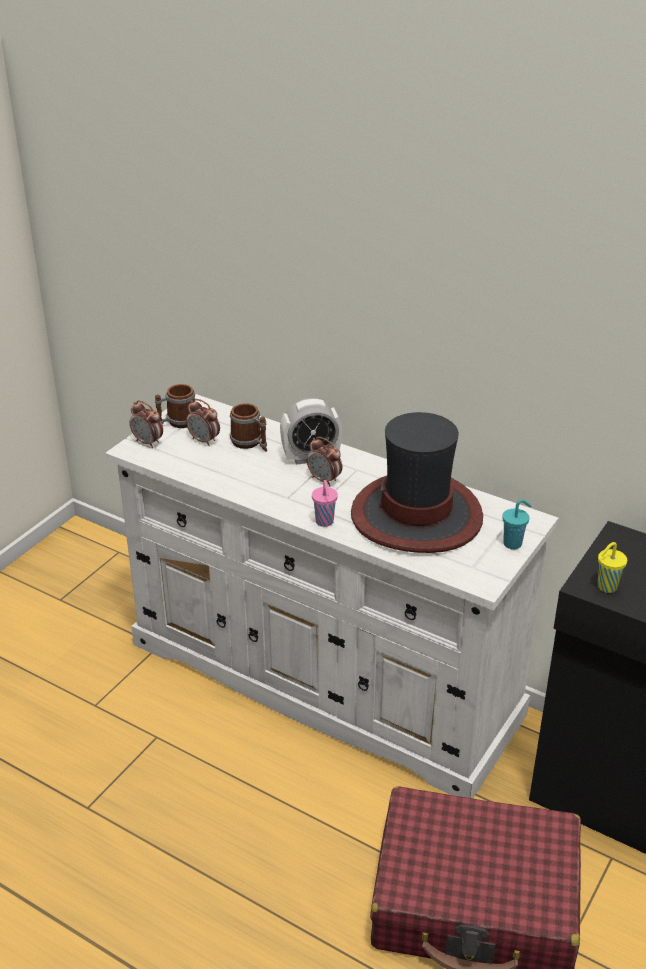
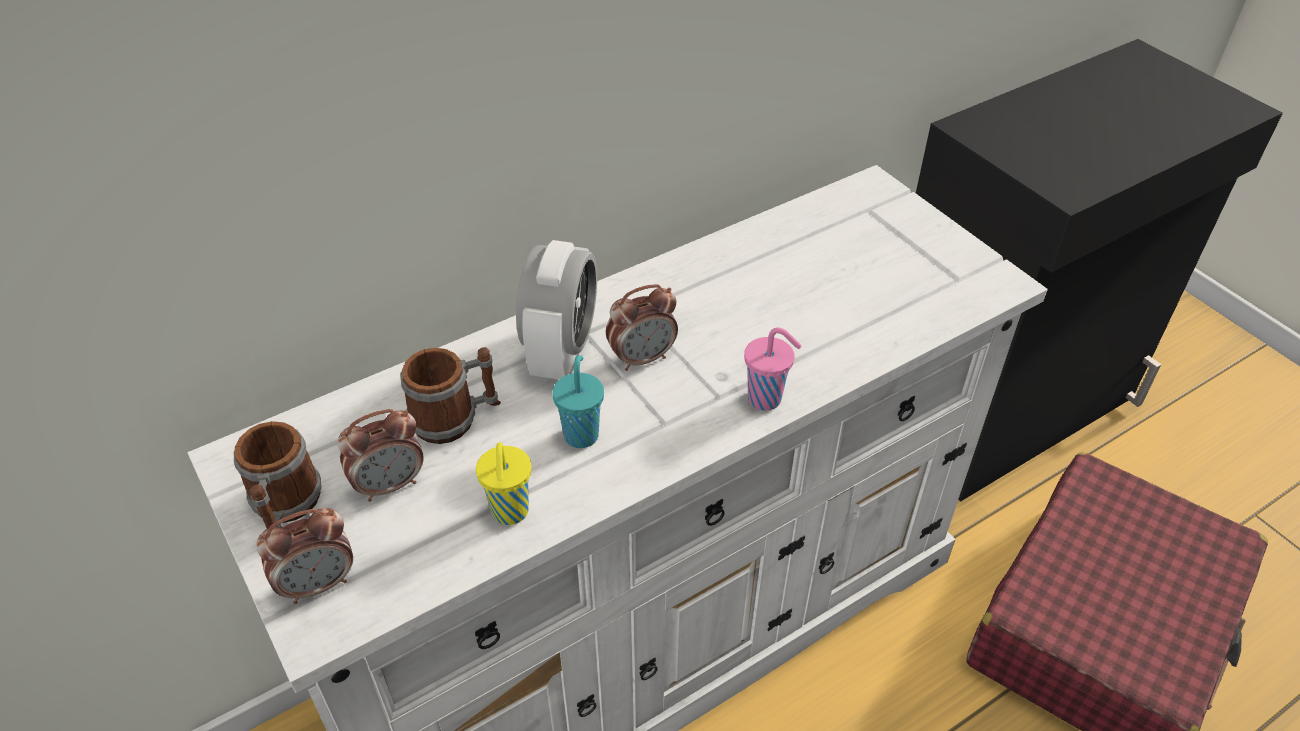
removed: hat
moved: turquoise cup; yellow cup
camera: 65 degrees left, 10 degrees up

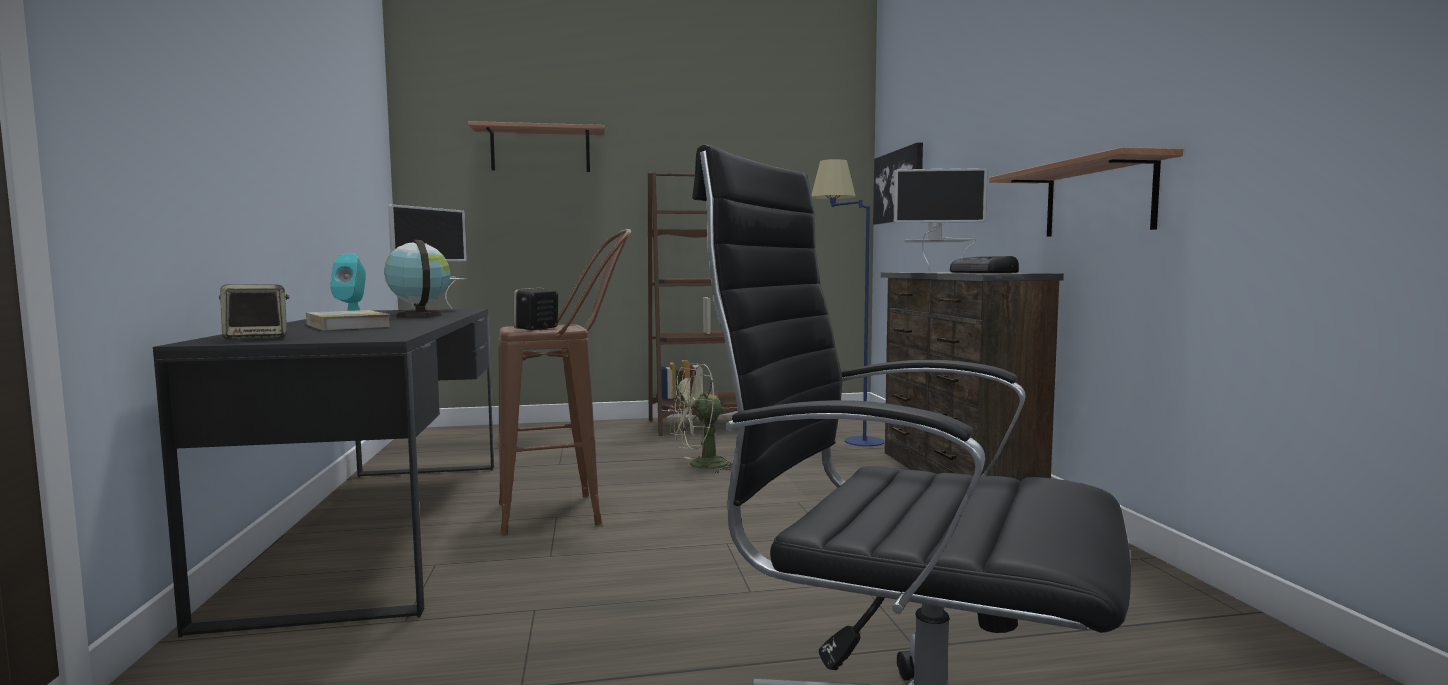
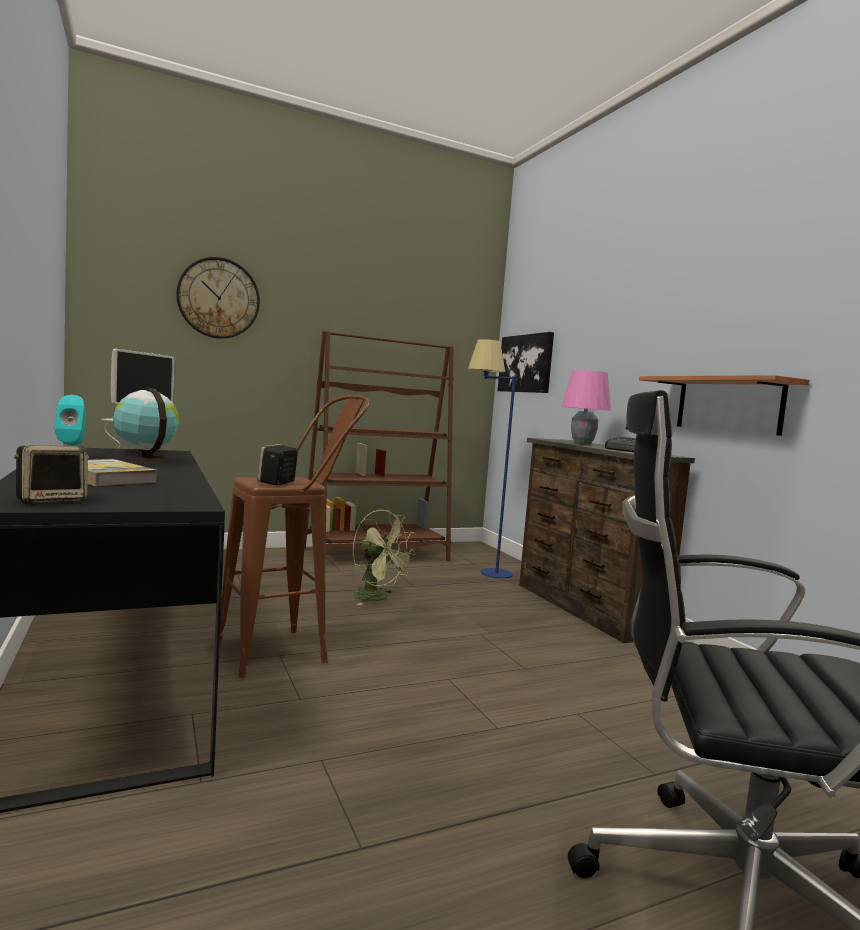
replaced: shelf (1st from left) to wall clock; monitor (2nd from left) to pink table lamp
turned: green fan 105 degrees counterclockwise
camera: 15 degrees left, 0 degrees up

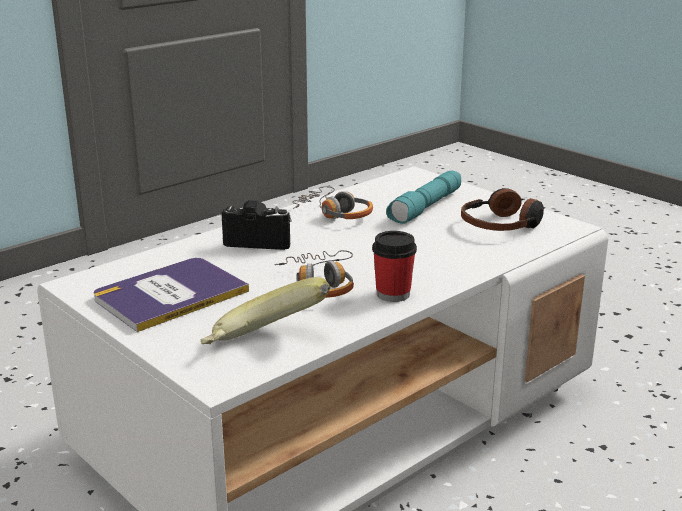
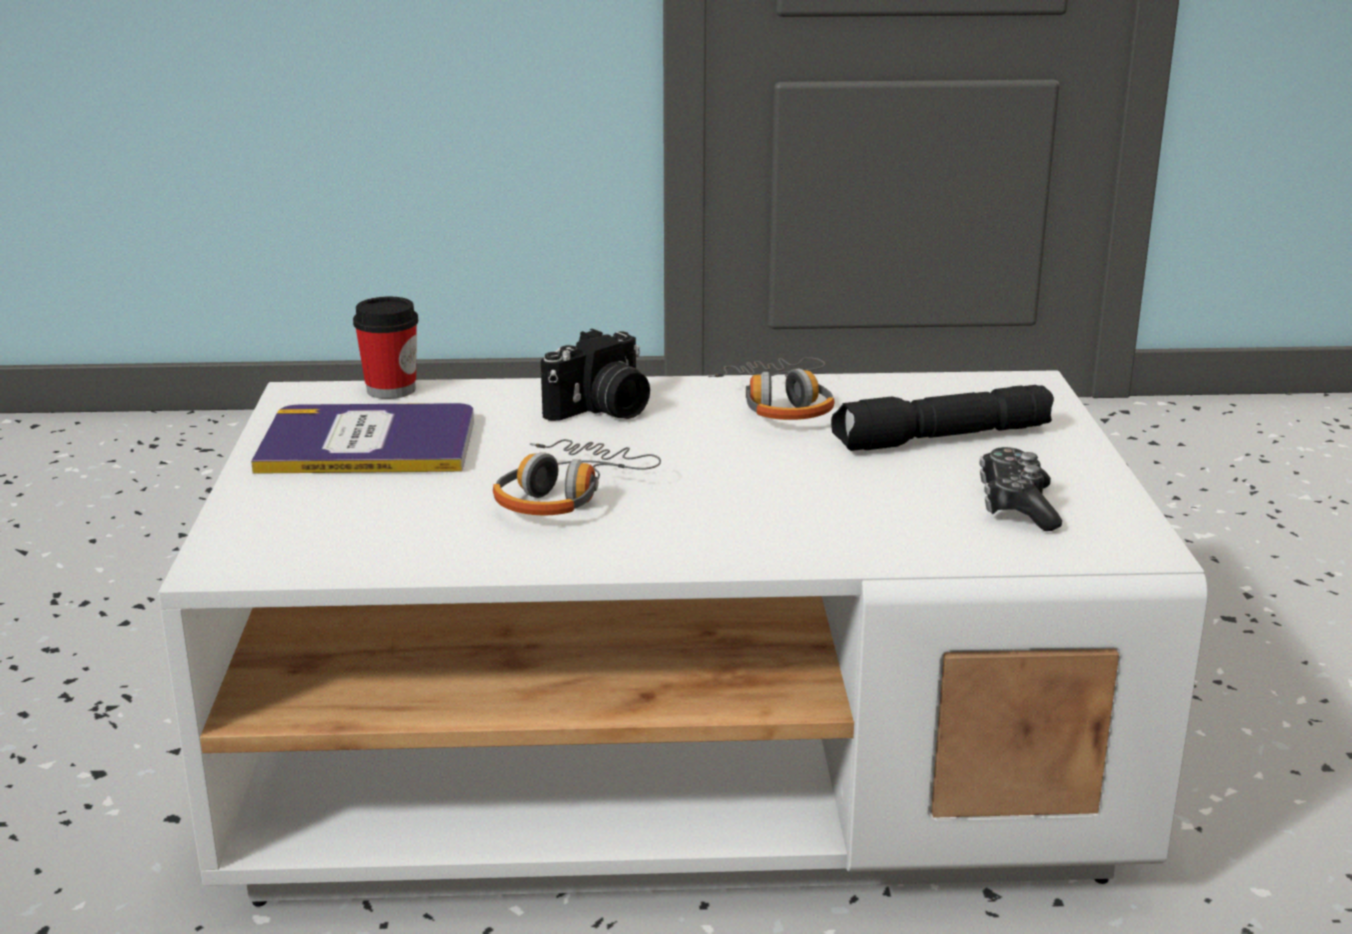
removed: banana
moved: cup
replaced: headphones (3rd from left) to game controller
recoloured: turquoise flashlight to black flashlight
turned: photo camera 90 degrees clockwise
camera: 40 degrees right, 0 degrees up

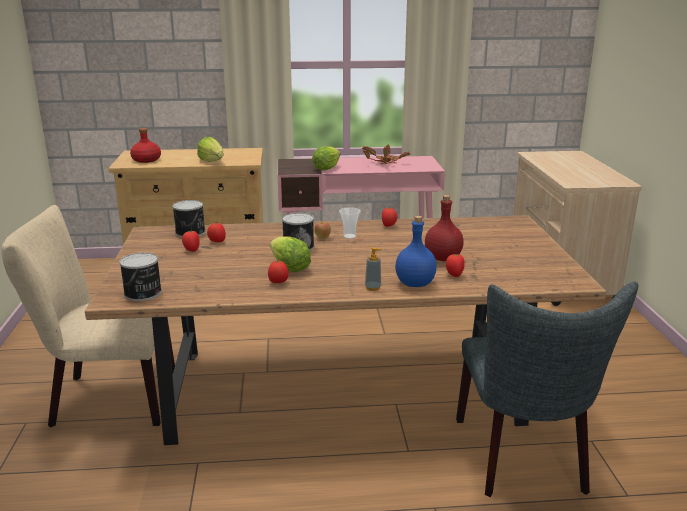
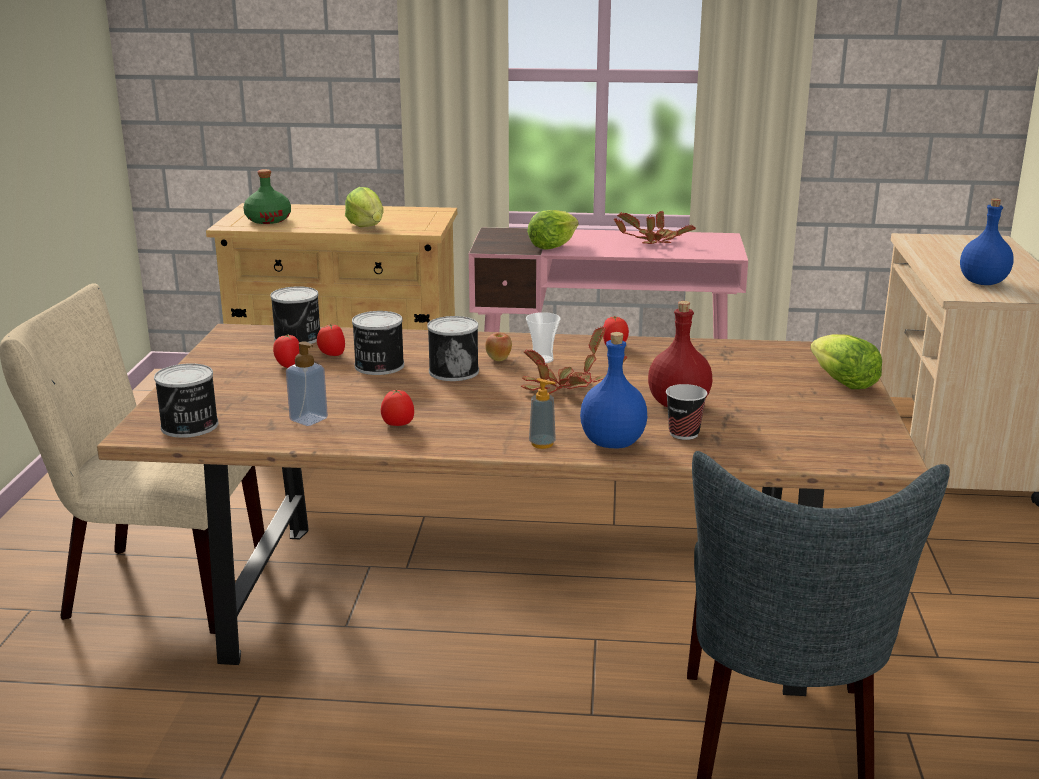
added: soap dispenser (1st from left); can (3rd from left); potted plant (1st from left); blue bottle (2nd from left)
moved: lettuce (2nd from left in the first image) to lettuce (3rd from left)
replaced: tomato (5th from left) to cup (2nd from left)
recoloured: red bottle (1st from left) to green bottle
camera: 10 degrees right, 0 degrees up

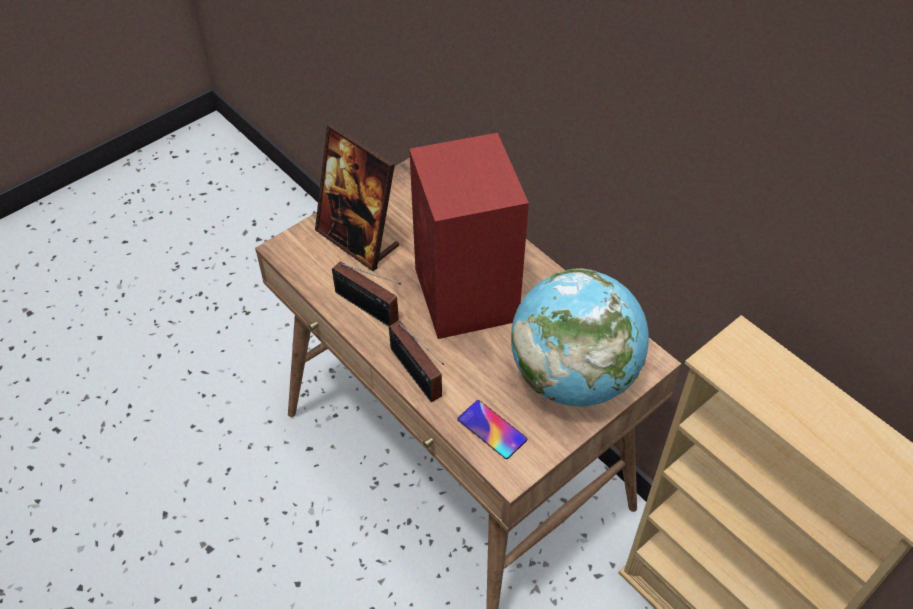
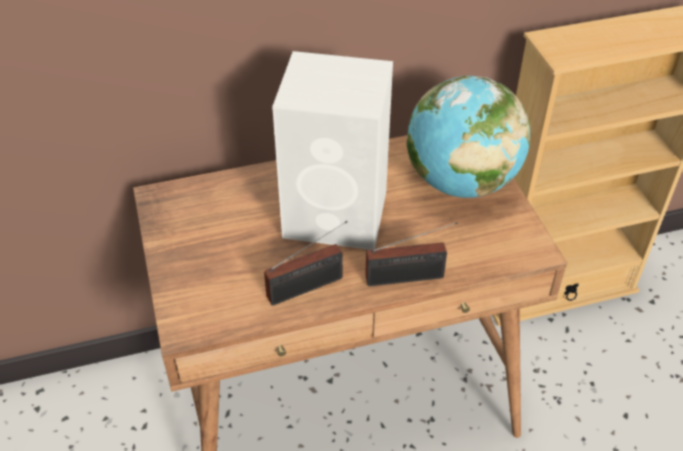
removed: picture frame; phone
recoloured: red speaker to white speaker
camera: 65 degrees left, 5 degrees down

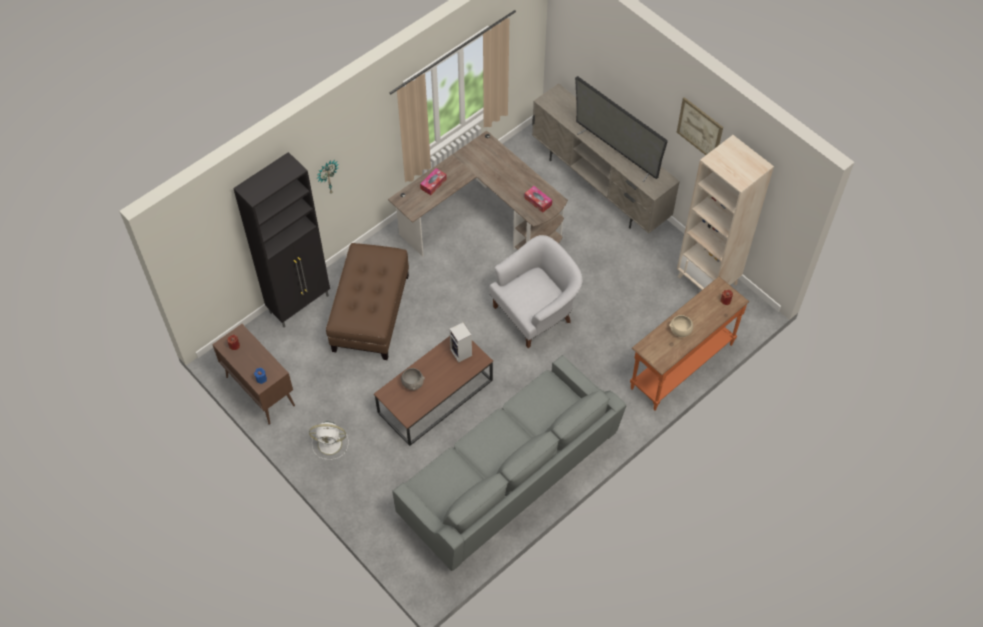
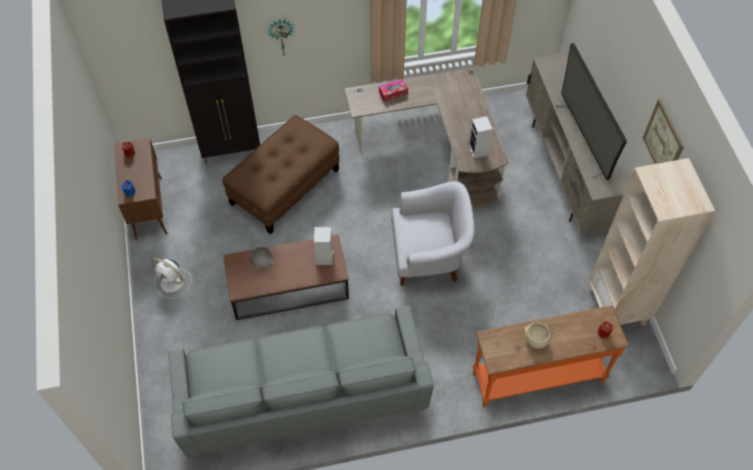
replaced: tissue box (2nd from left) to speaker (2nd from left)
camera: 30 degrees right, 0 degrees up

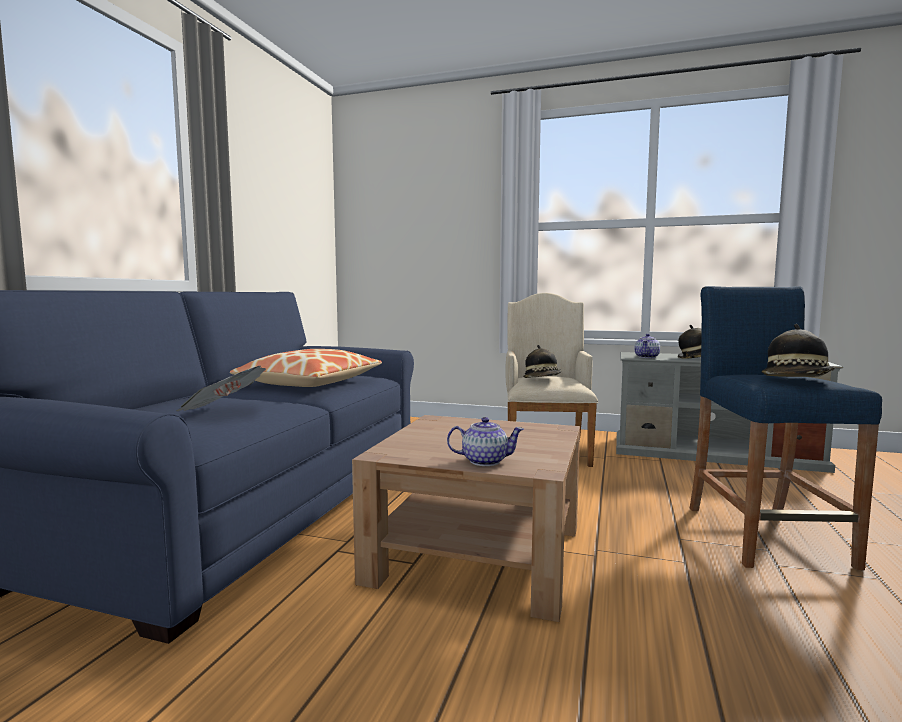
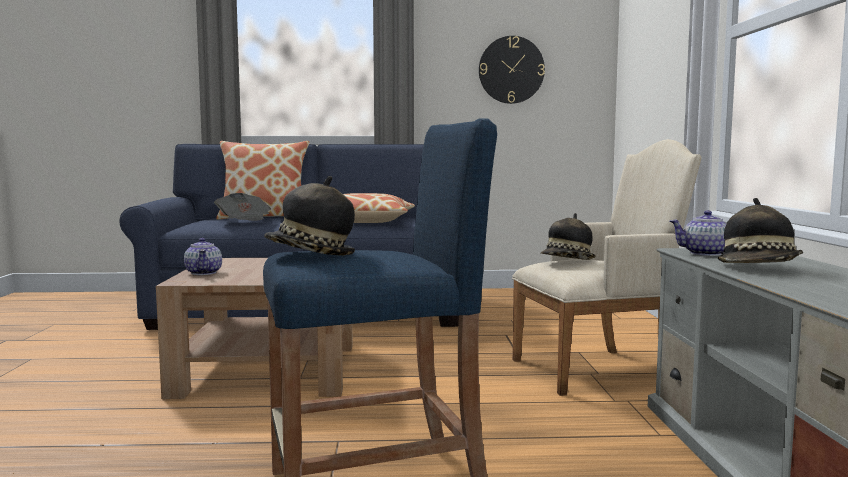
added: pillow (1st from left); wall clock
camera: 70 degrees right, 0 degrees up

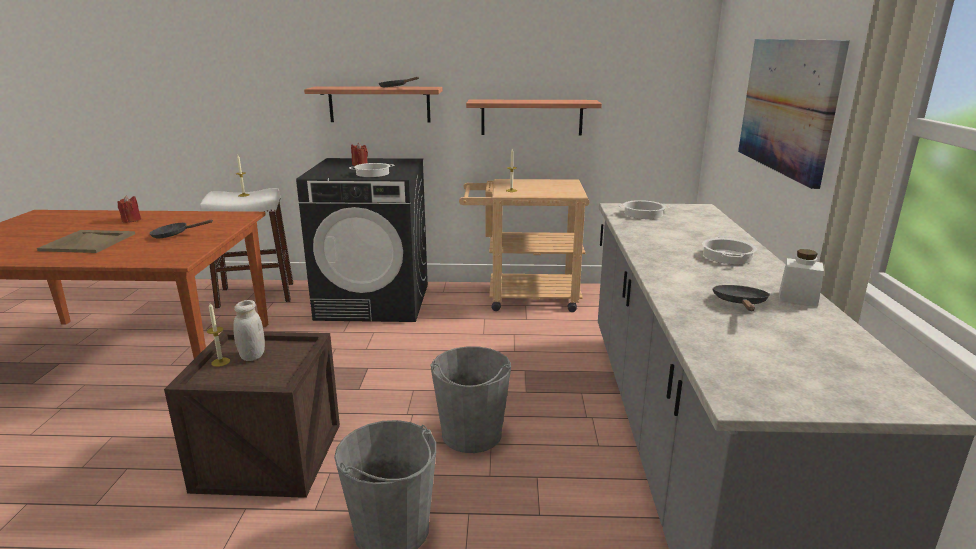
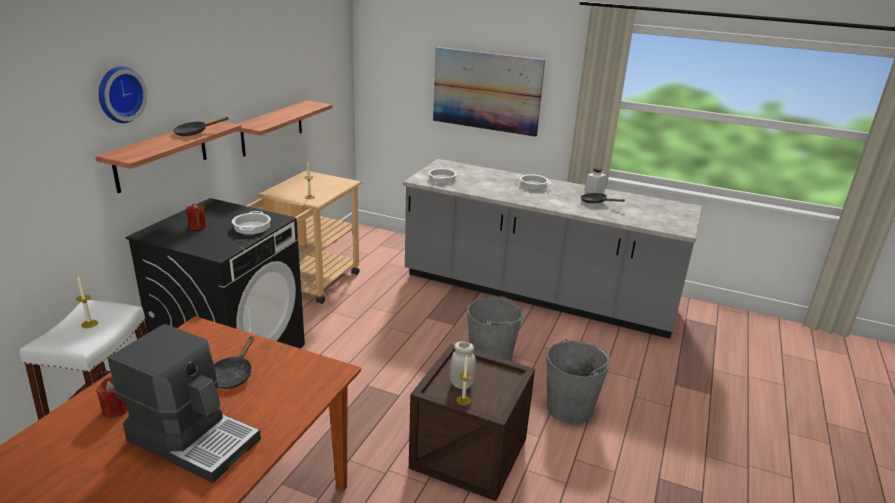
added: wall clock
replaced: beige tray to coffee machine
camera: 70 degrees left, 5 degrees up

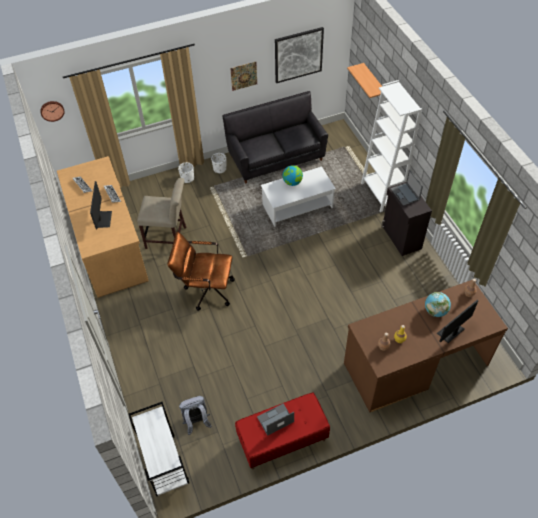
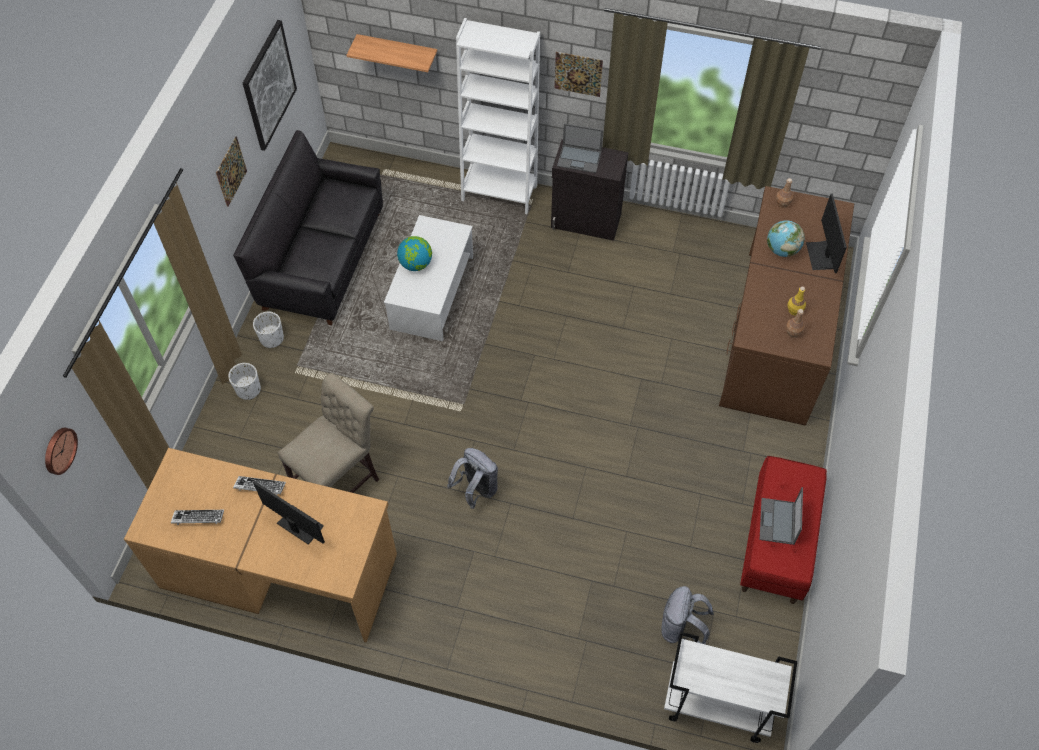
added: picture (3rd from left)
replaced: brown office chair to grey backpack (1st from left)
camera: 55 degrees left, 5 degrees up

